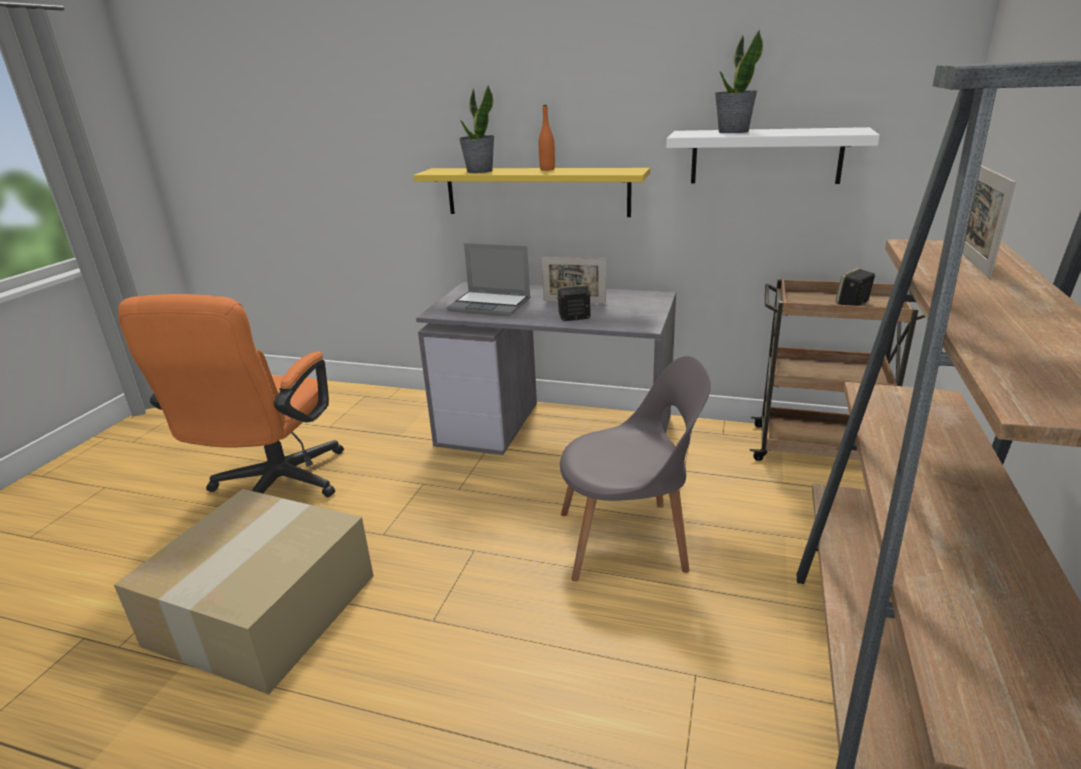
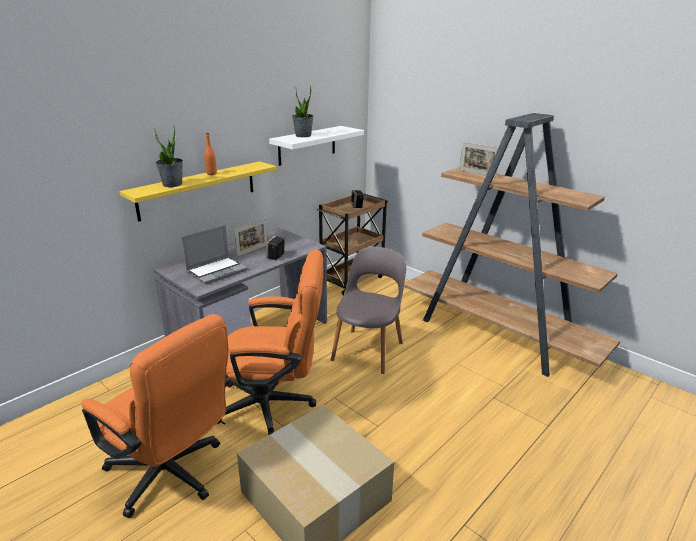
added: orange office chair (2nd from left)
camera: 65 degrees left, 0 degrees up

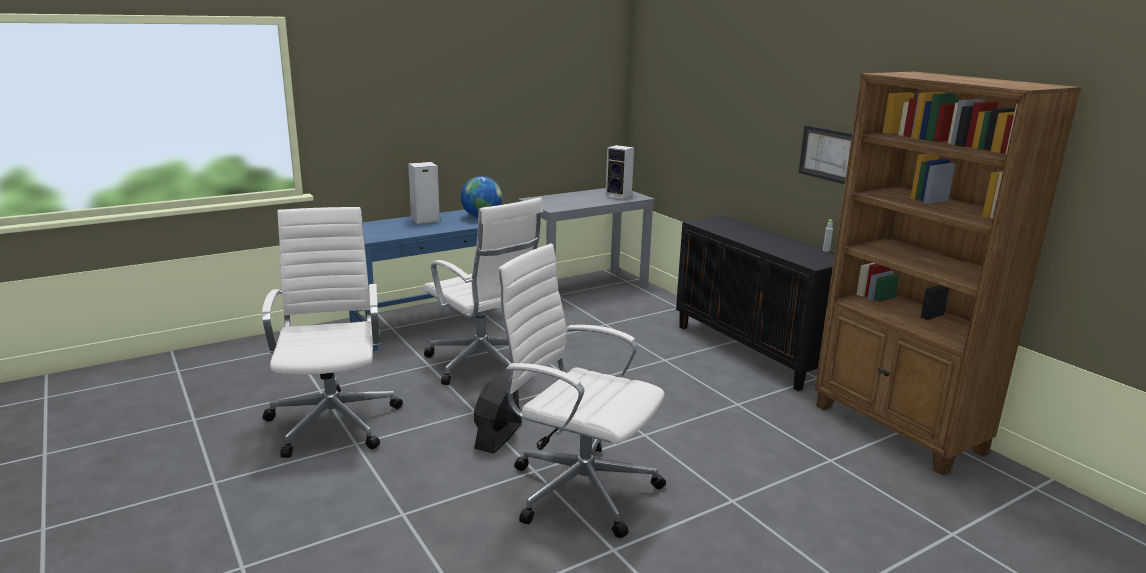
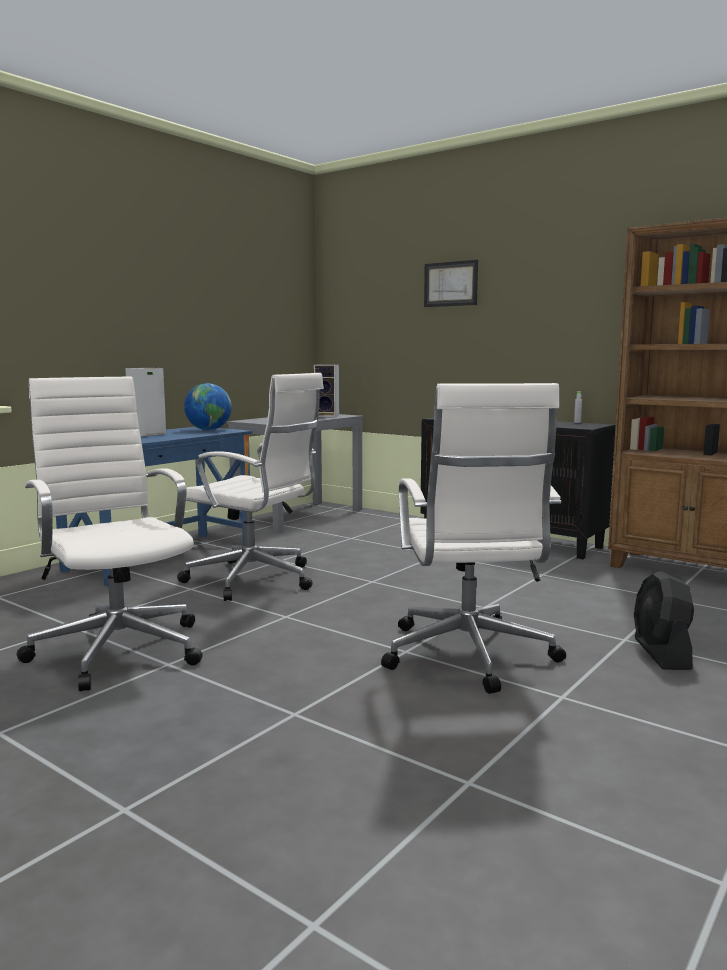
moved: black fan; picture
turned: white office chair (3rd from left) 105 degrees counterclockwise
camera: 20 degrees left, 10 degrees down

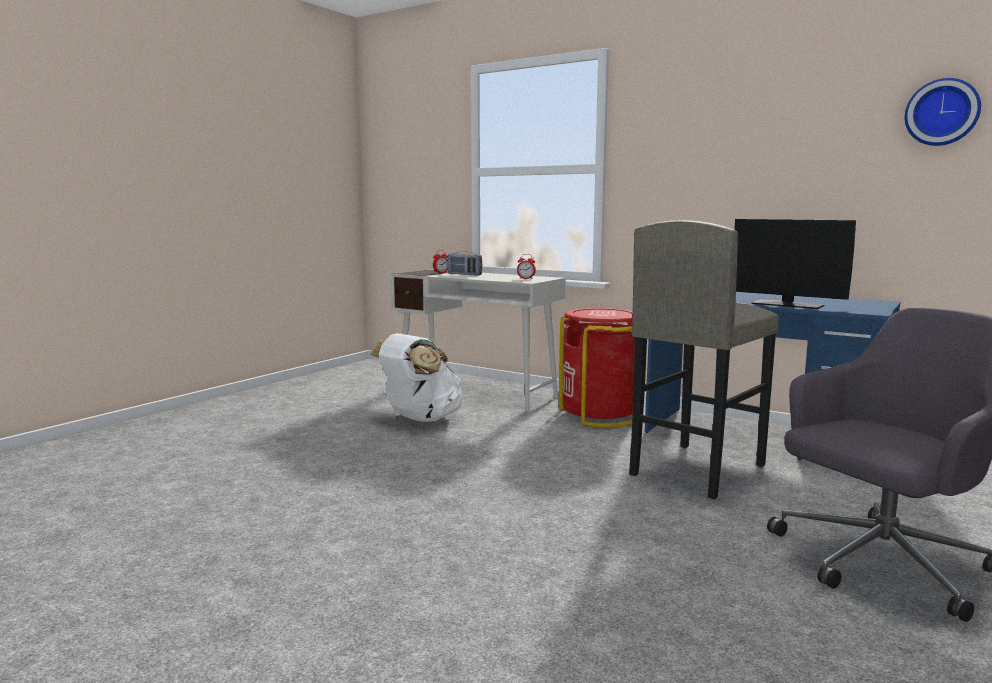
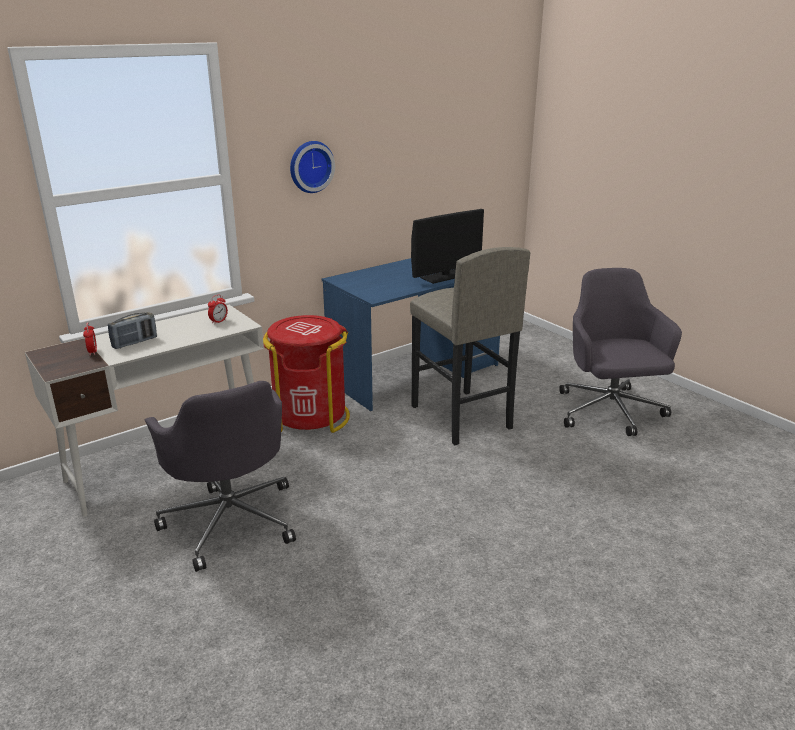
moved: wall clock
replaced: white backpack to grey office chair (1st from left)
camera: 70 degrees left, 15 degrees up

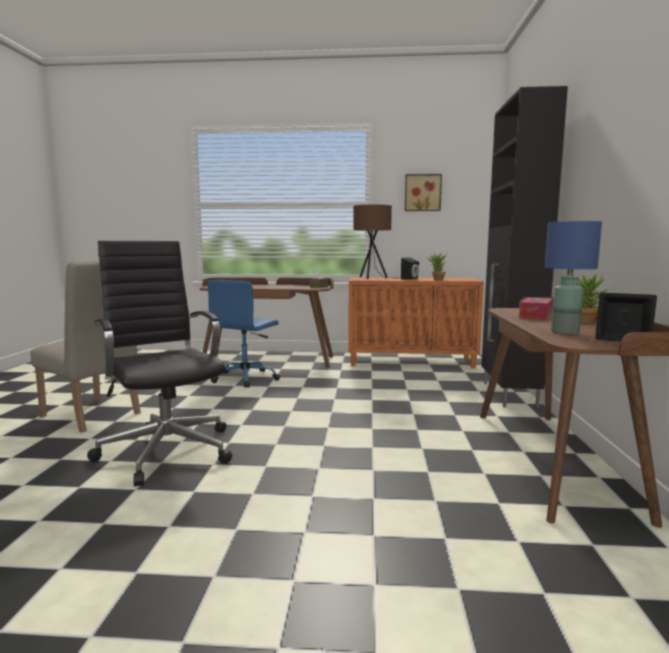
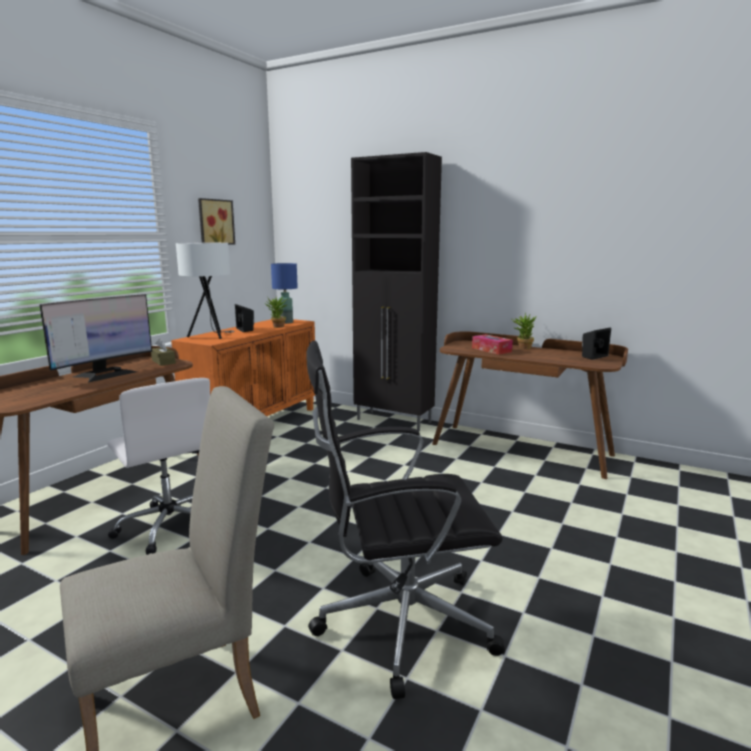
added: monitor
moved: blue table lamp
recoloured: blue office chair to white office chair; brown table lamp to white table lamp
camera: 65 degrees left, 5 degrees up

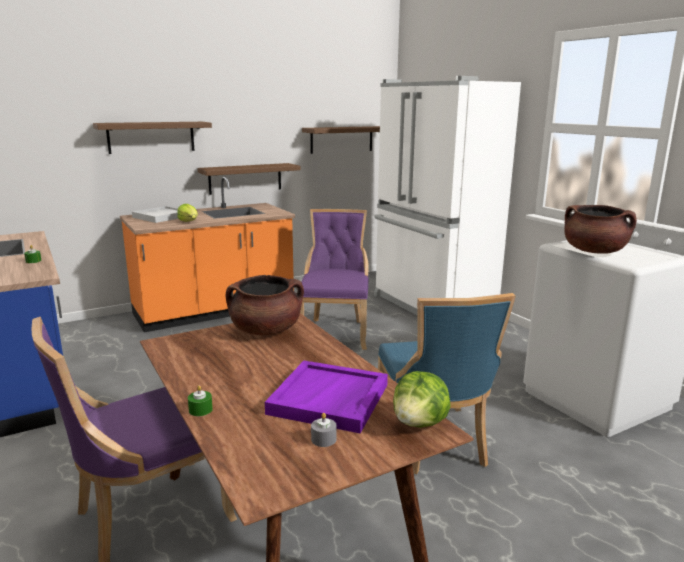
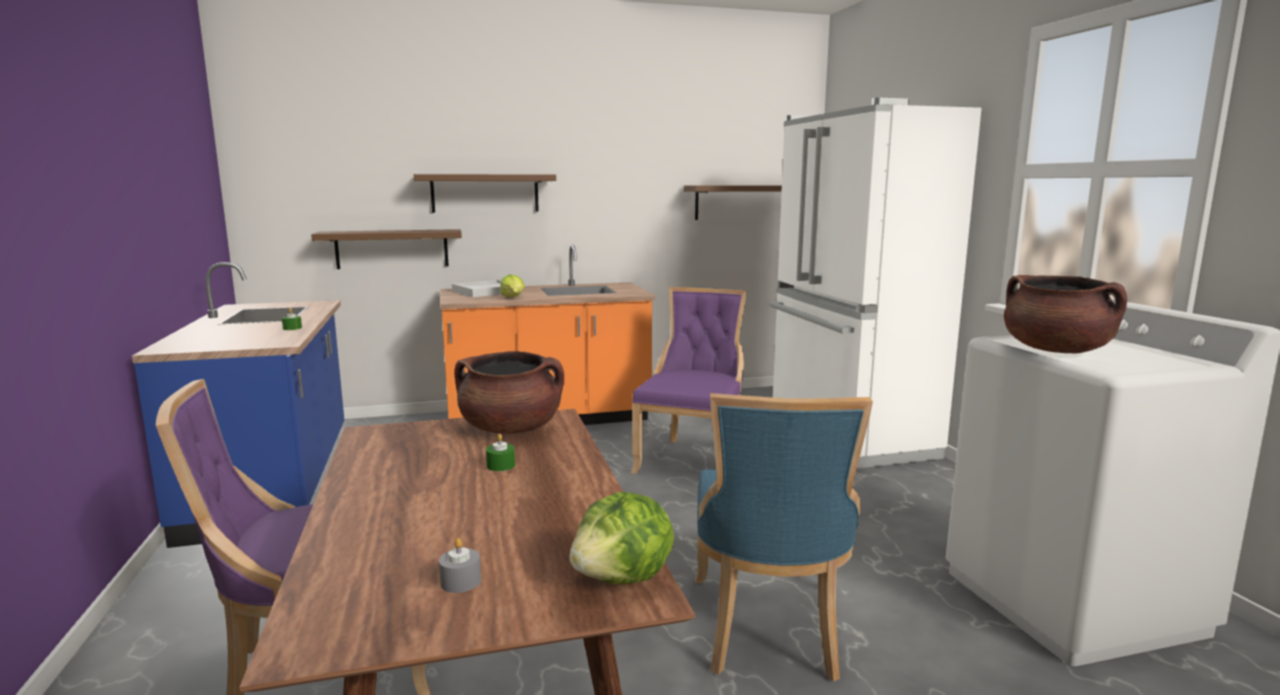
removed: purple tray
moved: green candle (2nd from left); brown shelf (2nd from left in the first image) to brown shelf (1st from left)
camera: 15 degrees right, 5 degrees down

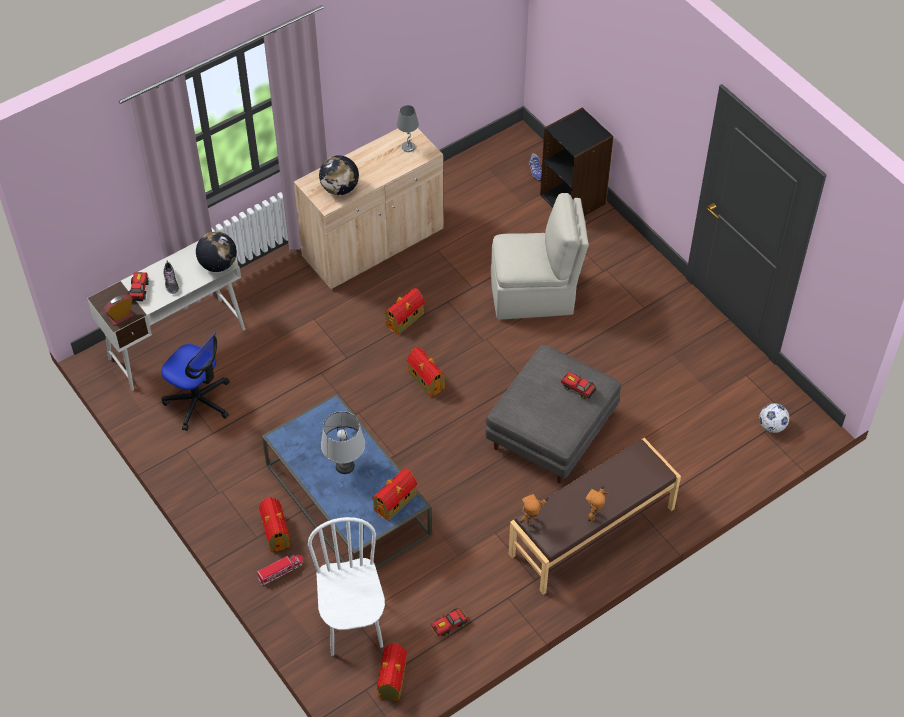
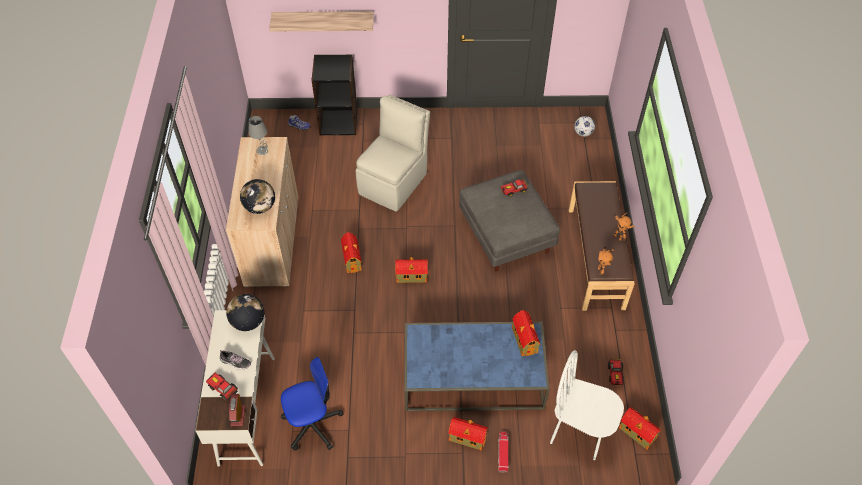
removed: grey table lamp (1st from left)
added: shelf
camera: 55 degrees left, 0 degrees up

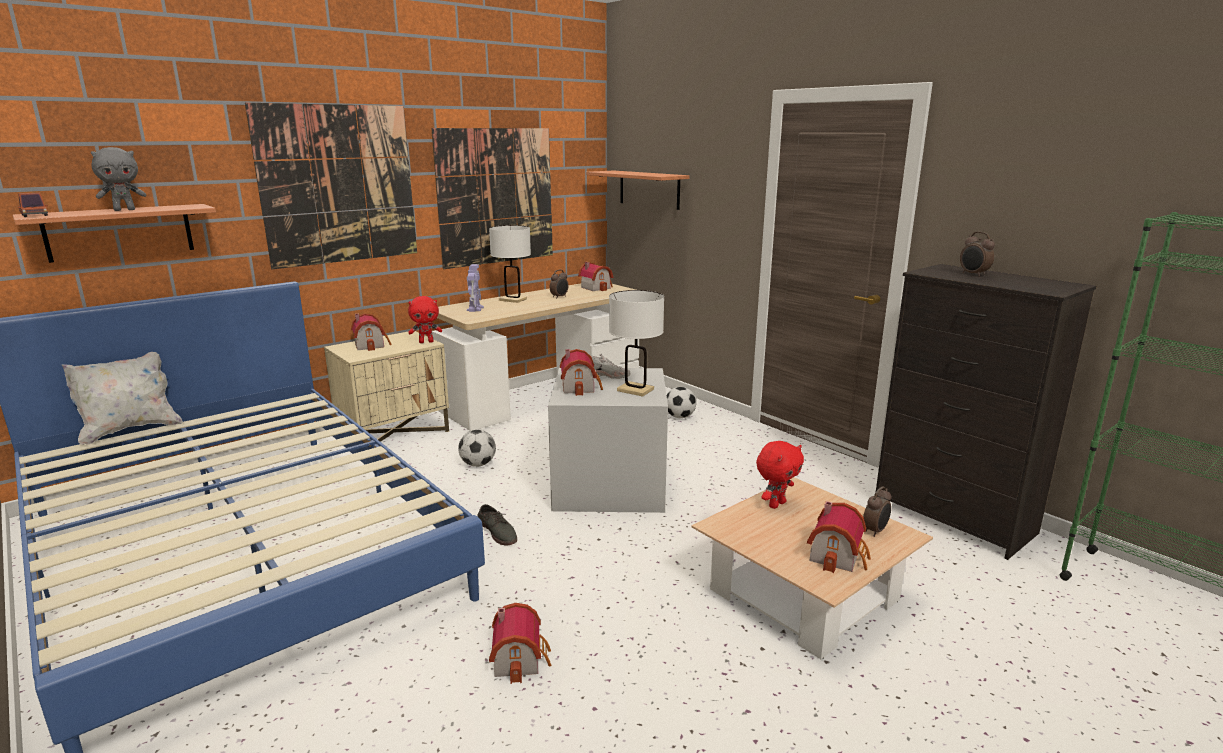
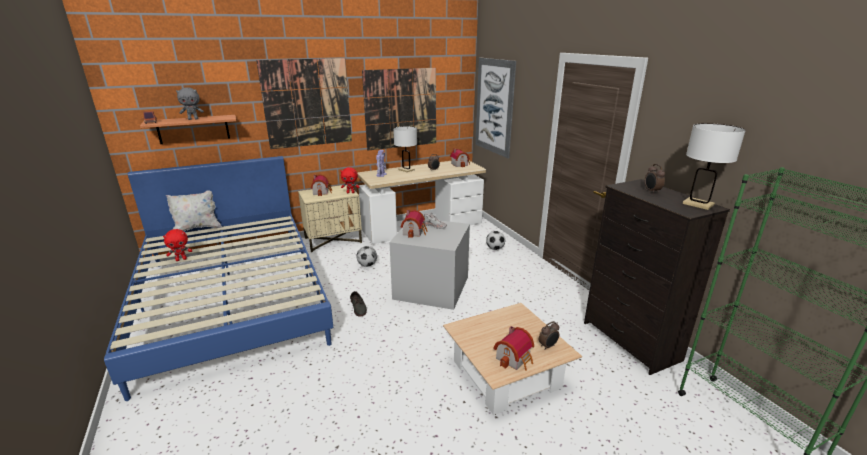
removed: toy house (2nd from left)
moved: white table lamp (2nd from left); red plush toy (2nd from left in the first image) to red plush toy (1st from left)
replaced: shelf (2nd from left) to picture (3rd from left)
camera: 15 degrees right, 5 degrees up

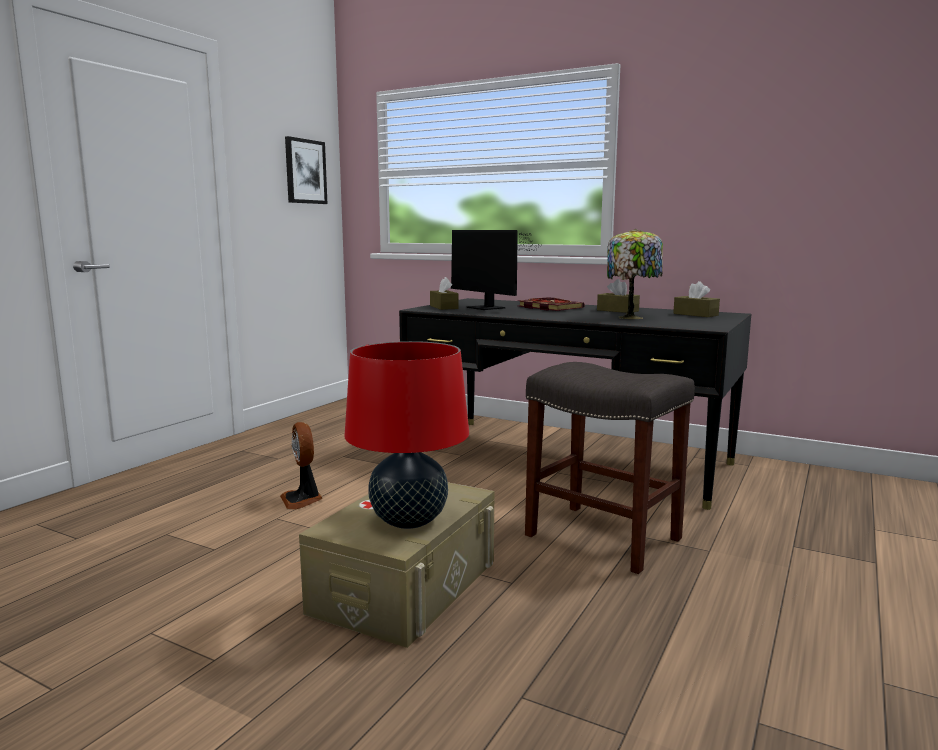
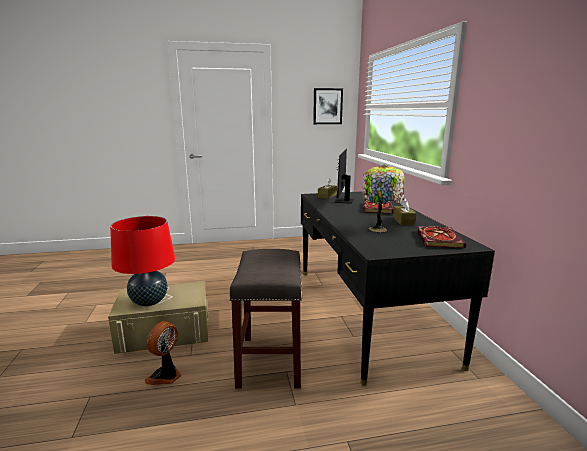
moved: fan
replaced: brown tissue box (3rd from left) to book (2nd from left)
camera: 50 degrees right, 5 degrees up

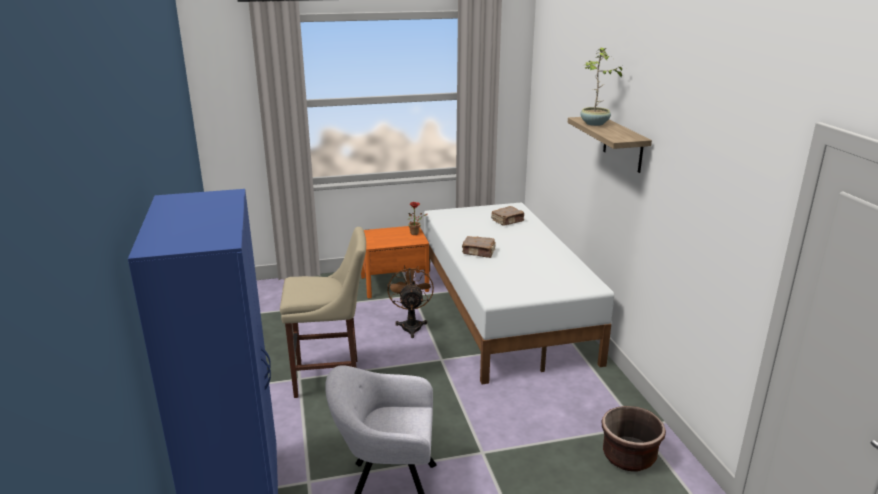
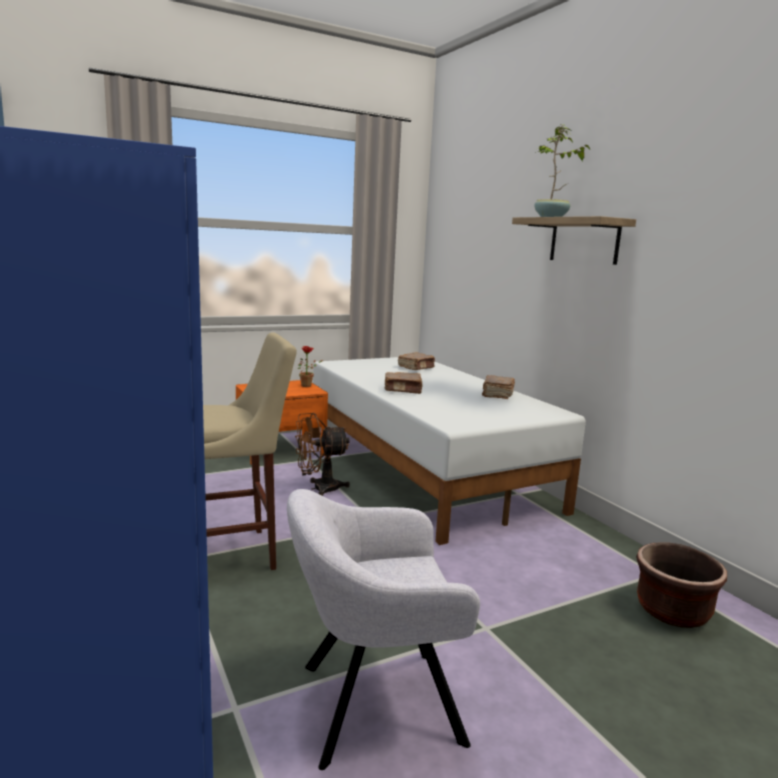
added: brown book (3rd from left)
turned: brown fan 90 degrees counterclockwise
camera: 15 degrees left, 10 degrees down

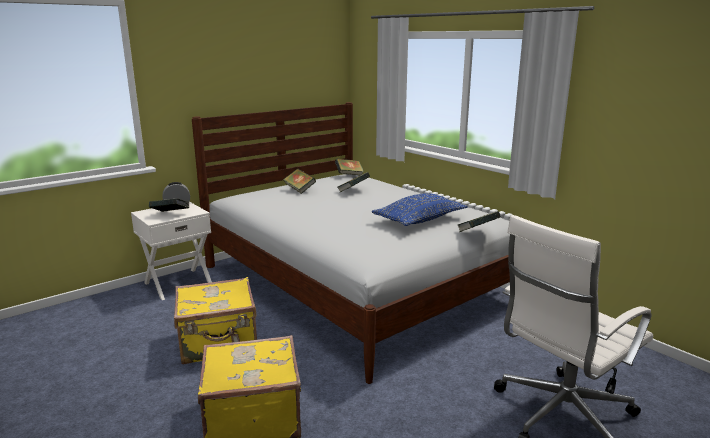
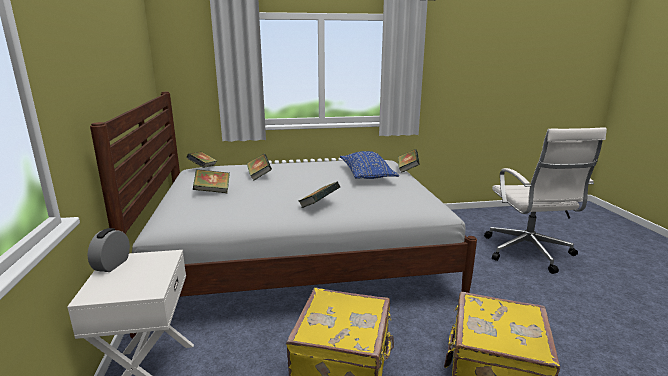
moved: book (1st from left in the first image) to book (4th from left)
camera: 60 degrees left, 0 degrees up

